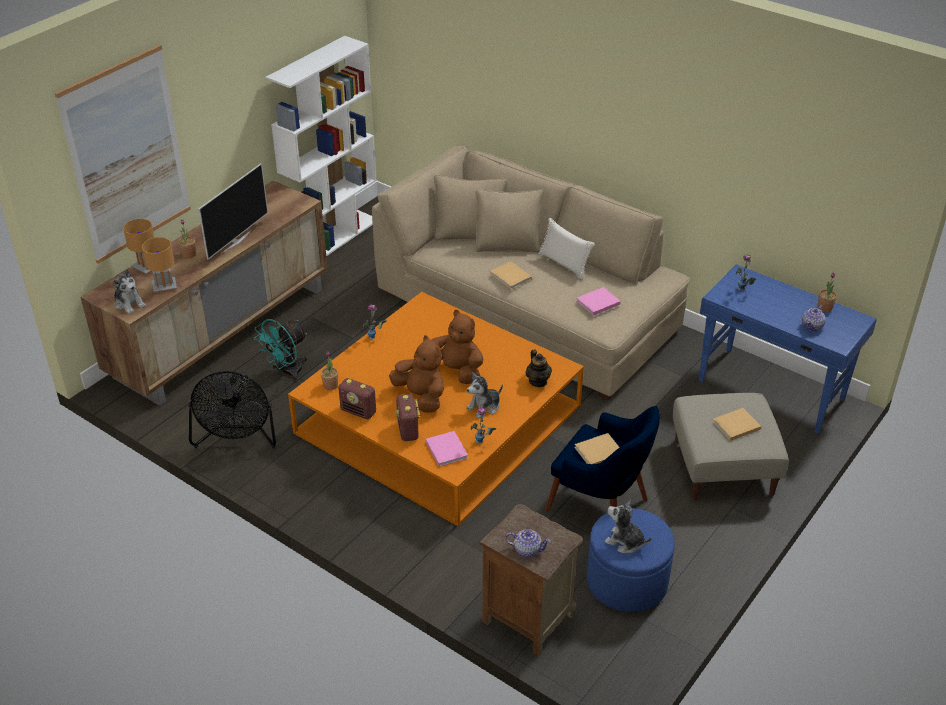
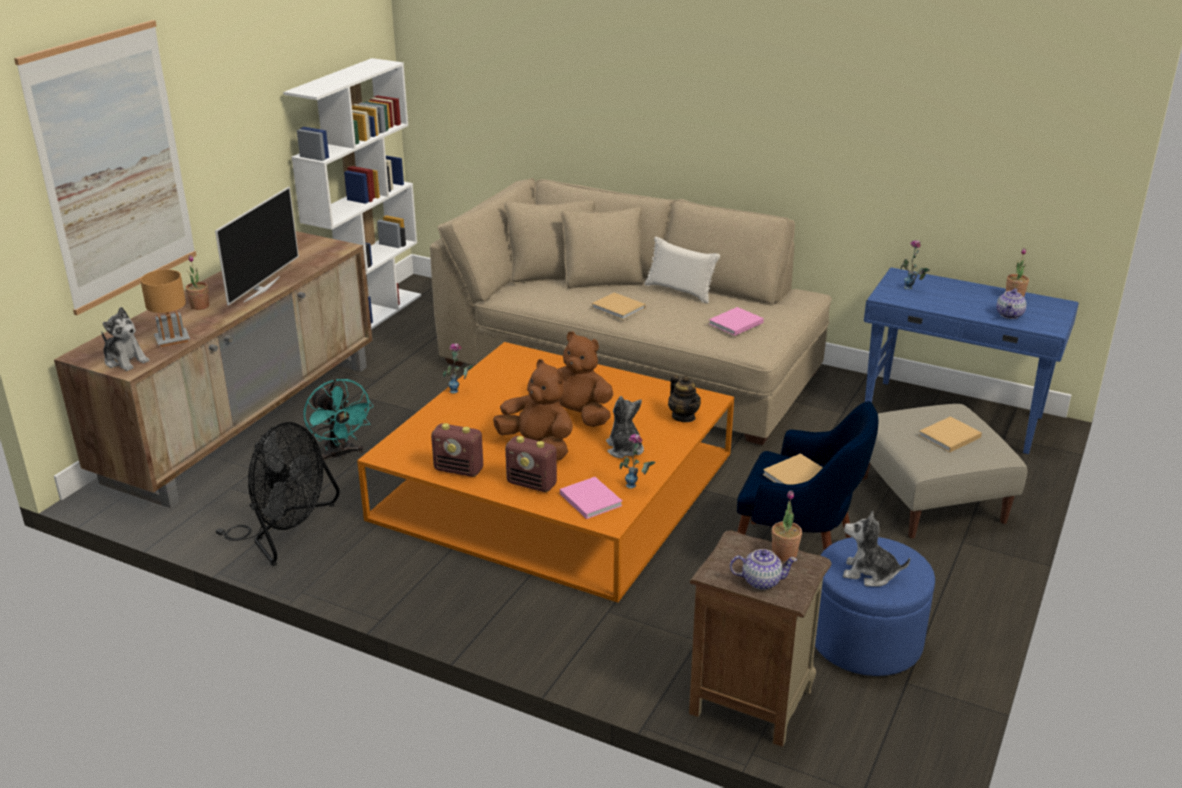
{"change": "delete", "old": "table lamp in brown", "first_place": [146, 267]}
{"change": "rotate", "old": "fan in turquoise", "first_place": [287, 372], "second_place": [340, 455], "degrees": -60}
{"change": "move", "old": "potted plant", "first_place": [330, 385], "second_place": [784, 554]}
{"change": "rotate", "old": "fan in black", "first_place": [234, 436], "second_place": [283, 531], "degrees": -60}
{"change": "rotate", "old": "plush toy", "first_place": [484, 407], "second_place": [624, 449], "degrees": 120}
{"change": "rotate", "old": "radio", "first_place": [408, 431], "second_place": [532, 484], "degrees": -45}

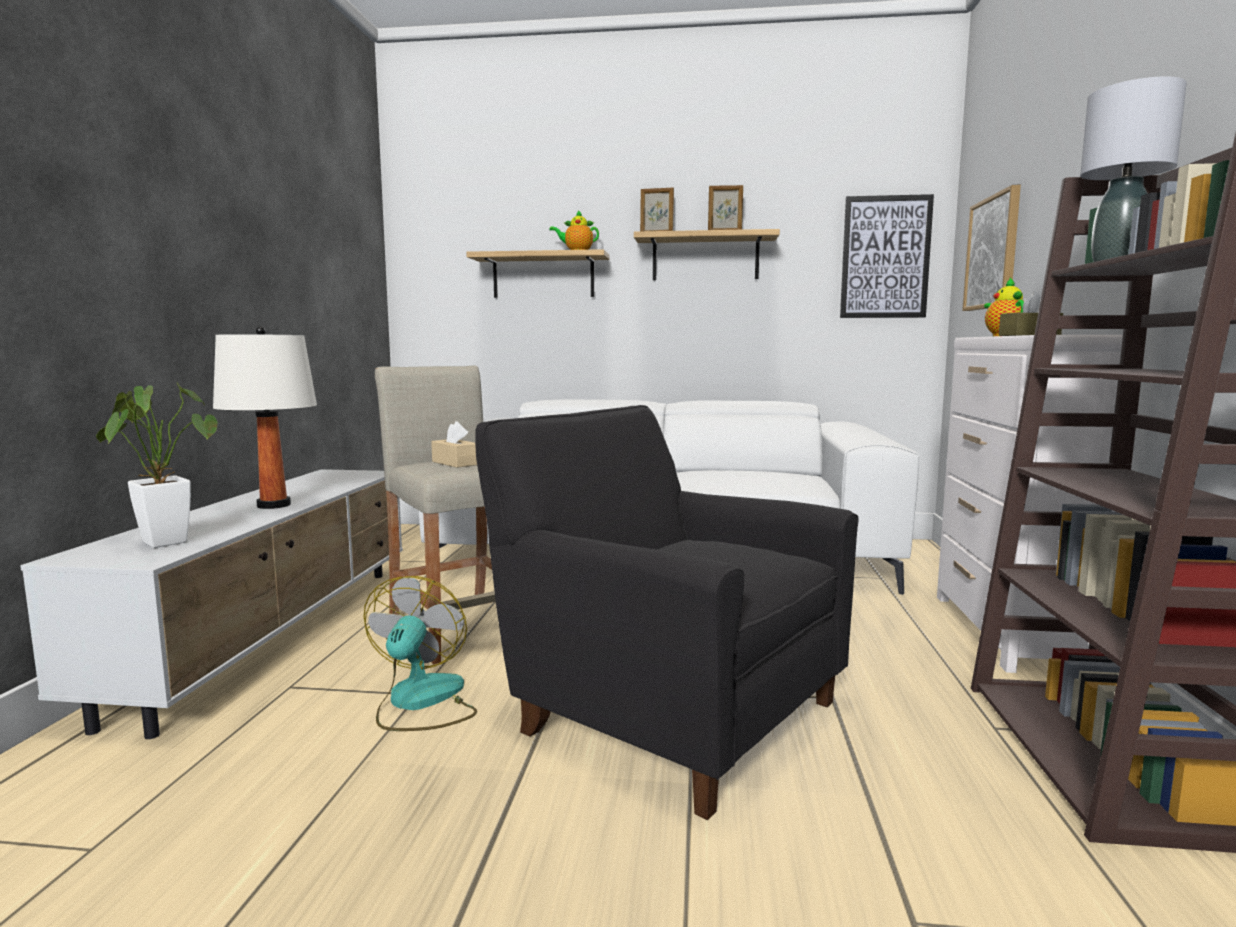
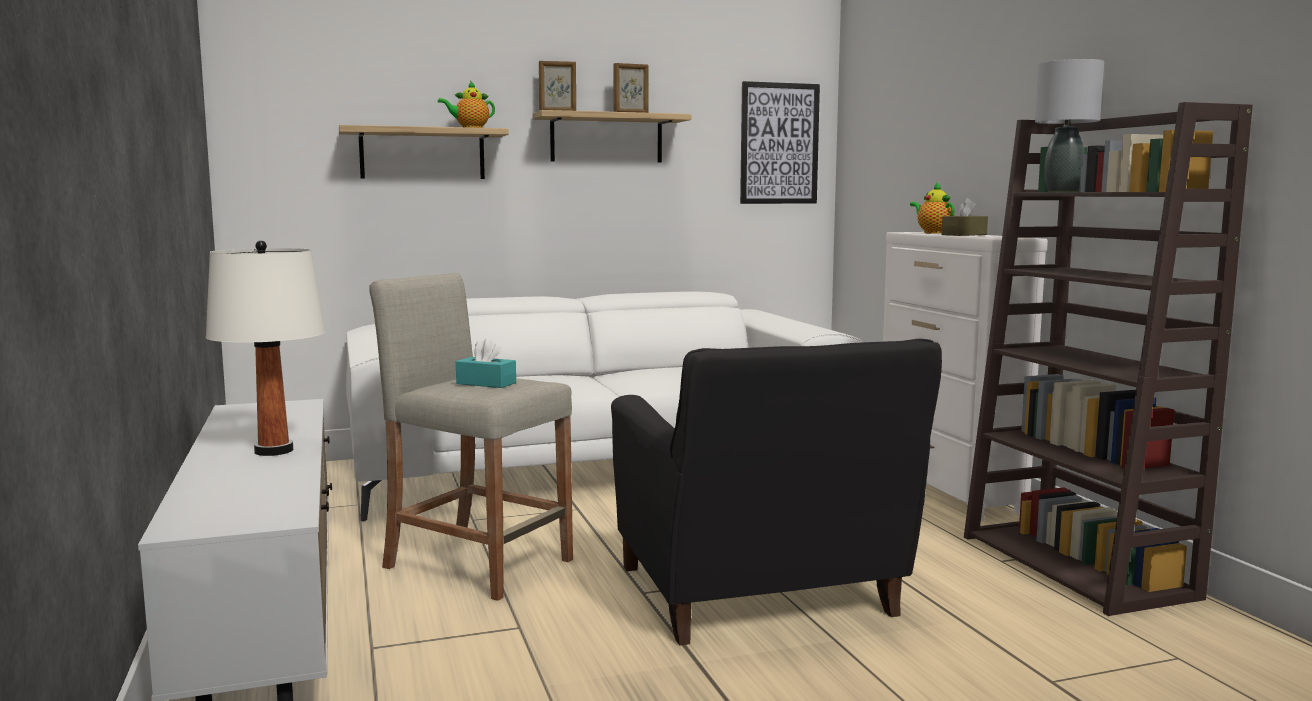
{"change": "delete", "old": "picture", "first_place": [993, 253]}
{"change": "delete", "old": "potted plant", "first_place": [162, 541]}
{"change": "rotate", "old": "armchair in black", "first_place": [666, 712], "second_place": [761, 596], "degrees": -120}
{"change": "recolor", "old": "tissue box in beige", "new": "tissue box in turquoise", "first_place": [455, 463], "second_place": [486, 383]}
{"change": "delete", "old": "fan", "first_place": [420, 702]}

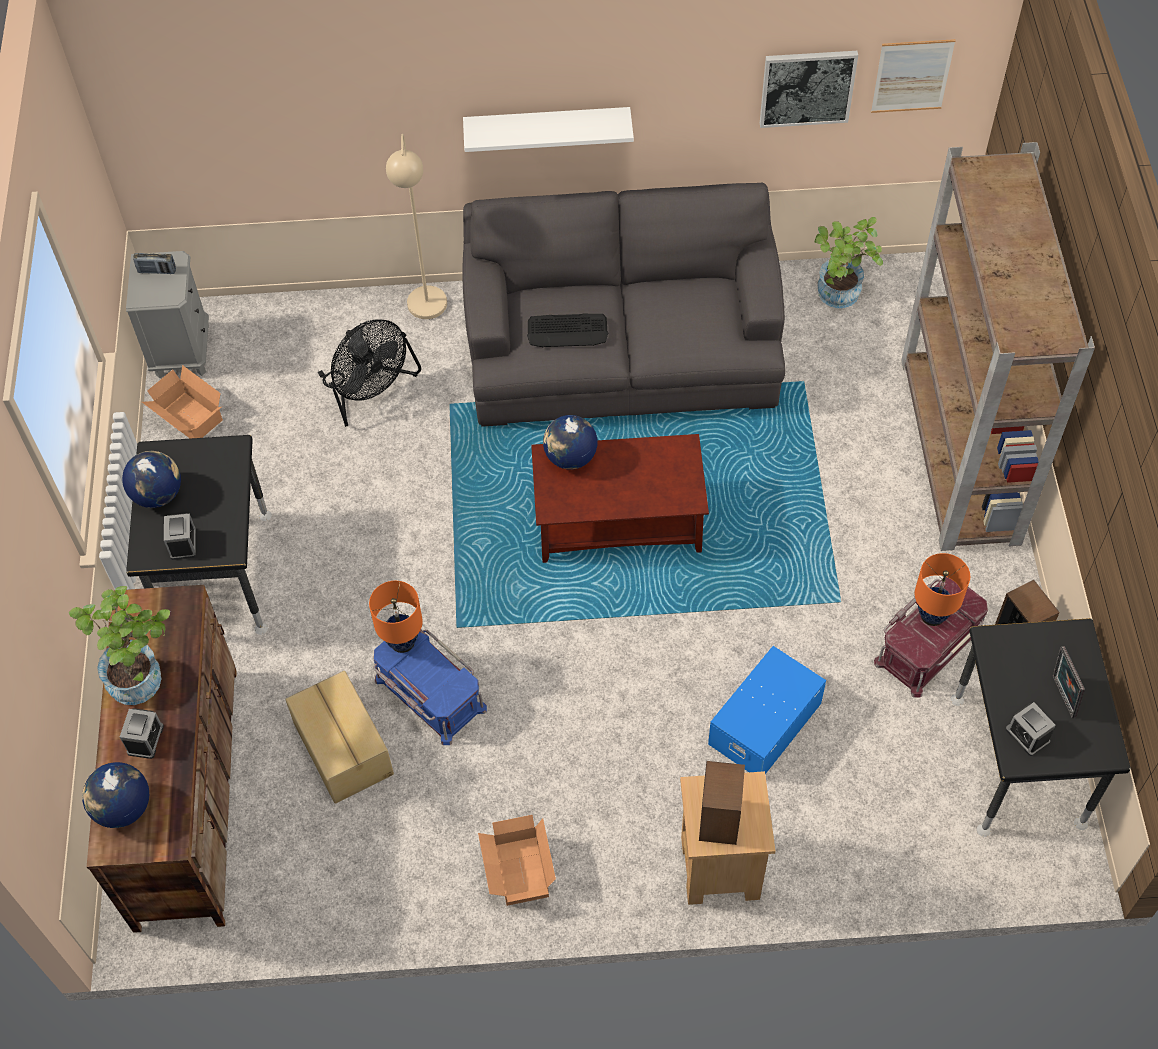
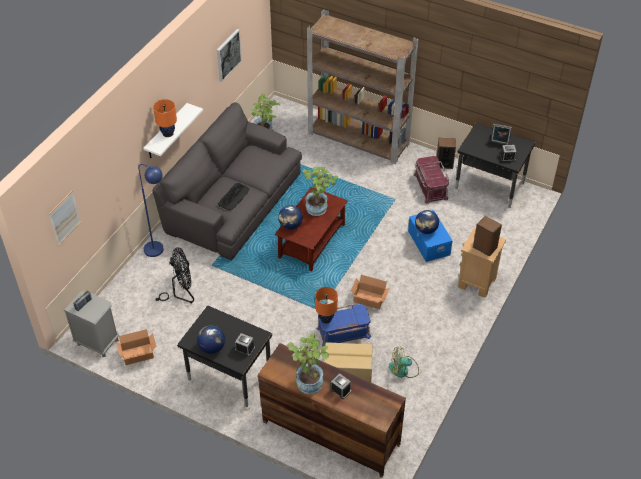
{"change": "move", "old": "picture", "first_place": [912, 76], "second_place": [65, 218]}
{"change": "recolor", "old": "floor lamp in beige", "new": "floor lamp in blue", "first_place": [428, 314], "second_place": [159, 252]}
{"change": "move", "old": "table lamp in orange", "first_place": [932, 615], "second_place": [168, 133]}
{"change": "move", "old": "globe", "first_place": [123, 808], "second_place": [426, 230]}
{"change": "move", "old": "cardboard box", "first_place": [519, 873], "second_place": [369, 300]}
{"change": "insert", "new": "potted plant", "second_place": [319, 207]}
{"change": "insert", "new": "fan", "second_place": [403, 370]}

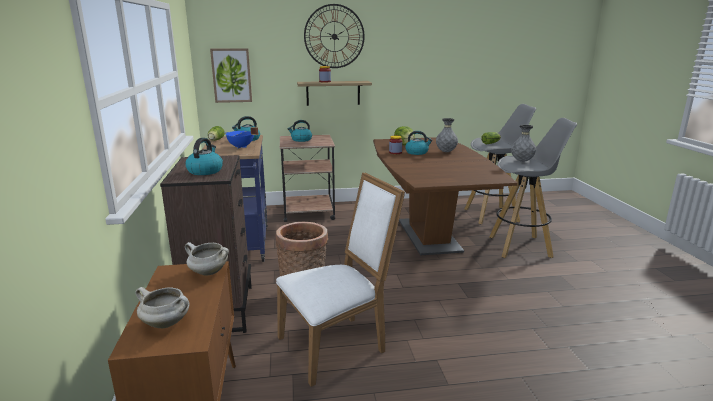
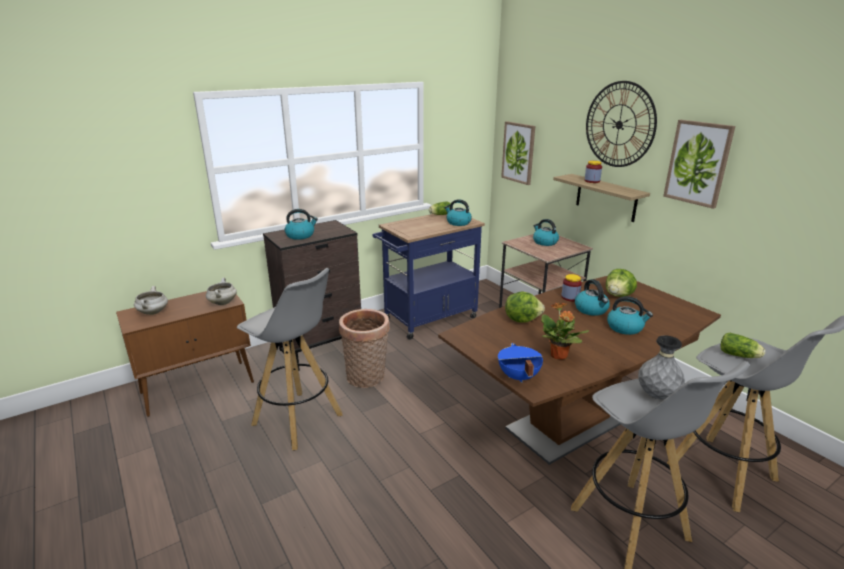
{"change": "replace", "old": "vase in grey", "new": "kettle", "first_place": [446, 152], "second_place": [625, 328]}
{"change": "move", "old": "cooking pot in blue", "first_place": [241, 147], "second_place": [517, 377]}
{"change": "replace", "old": "chair in white", "new": "stool in grey", "first_place": [337, 344], "second_place": [298, 420]}
{"change": "insert", "new": "picture", "second_place": [698, 163]}
{"change": "insert", "new": "lettuce", "second_place": [522, 319]}
{"change": "insert", "new": "potted plant", "second_place": [558, 356]}

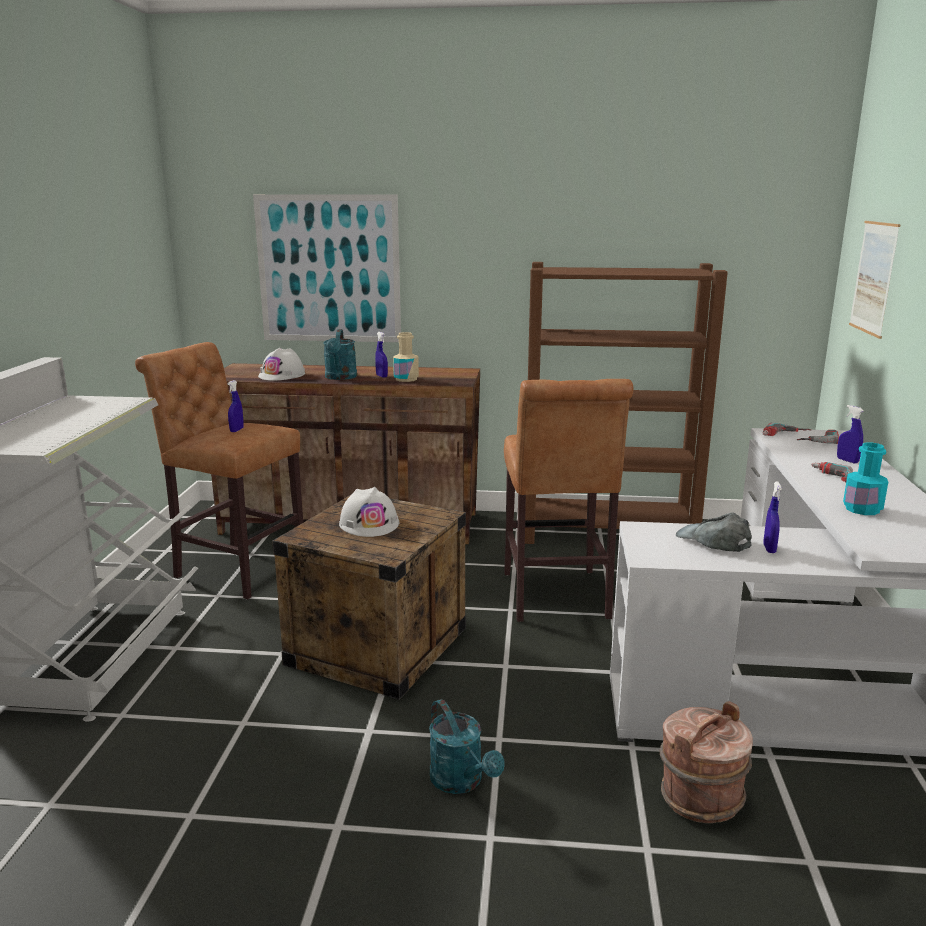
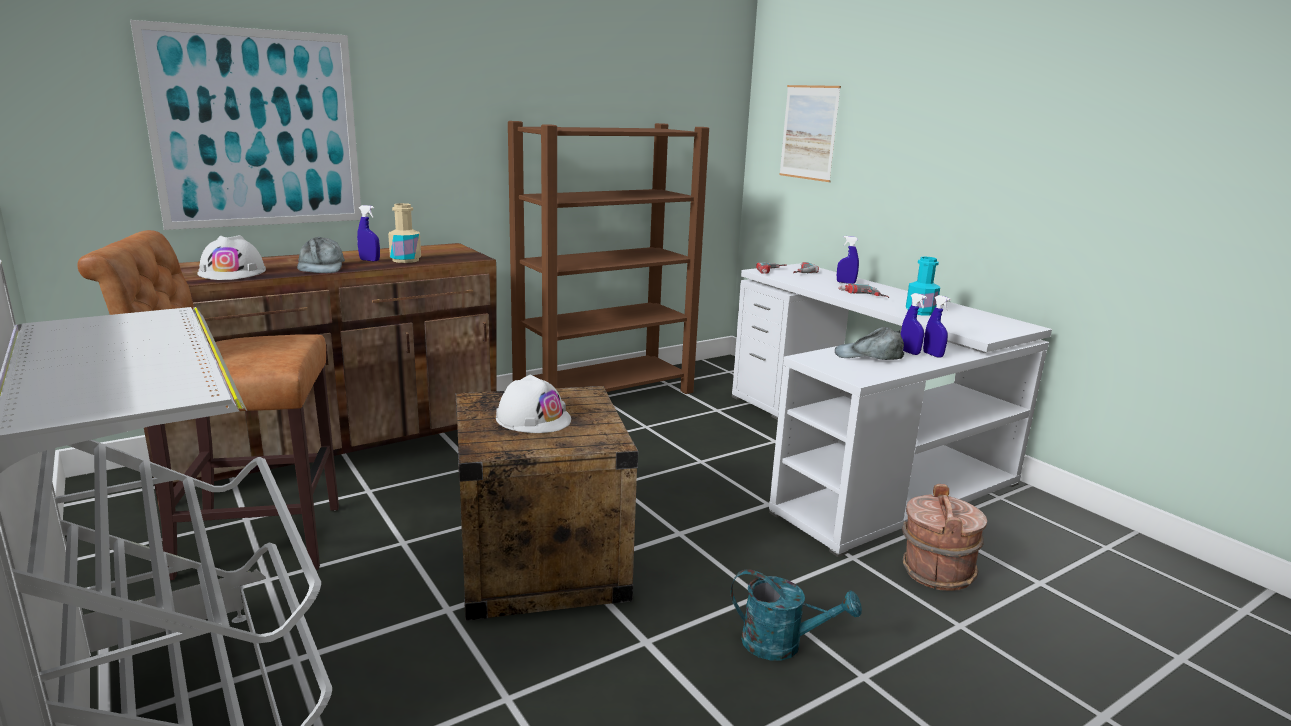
{"change": "replace", "old": "watering can in turquoise", "new": "cap in grey", "first_place": [340, 377], "second_place": [321, 267]}
{"change": "delete", "old": "stool in brown", "first_place": [556, 599]}
{"change": "move", "old": "spray bottle in blue", "first_place": [237, 430], "second_place": [933, 355]}

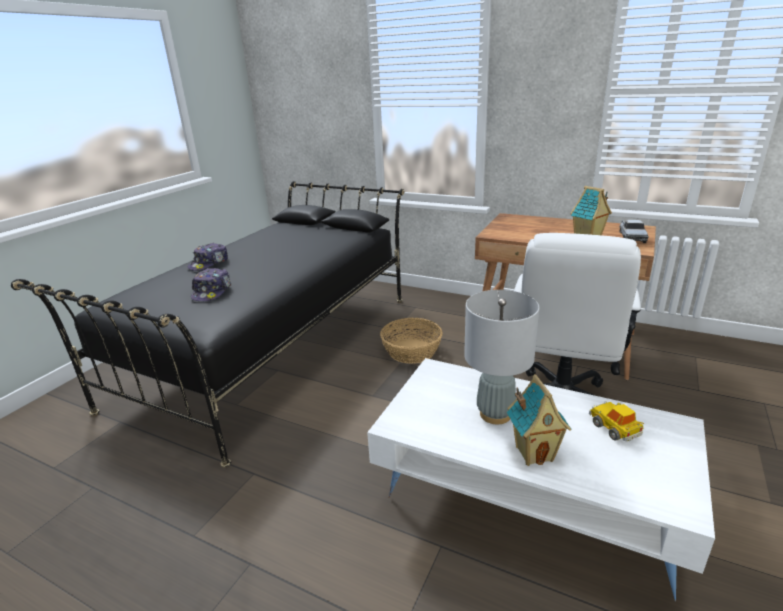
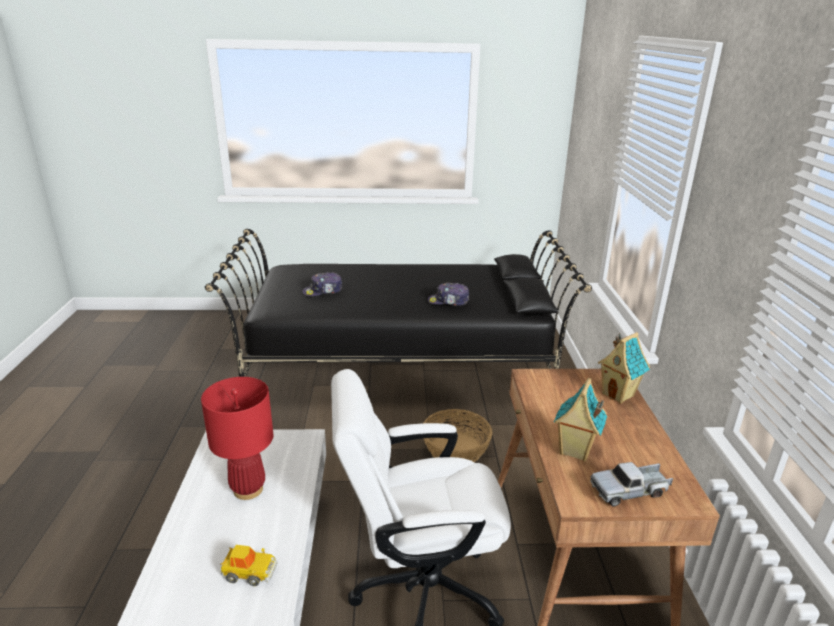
{"change": "move", "old": "cap", "first_place": [209, 263], "second_place": [448, 301]}
{"change": "recolor", "old": "table lamp in grey", "new": "table lamp in red", "first_place": [495, 414], "second_place": [248, 489]}
{"change": "move", "old": "toy house", "first_place": [534, 453], "second_place": [618, 395]}
{"change": "rotate", "old": "toy car", "first_place": [614, 428], "second_place": [249, 572], "degrees": 60}

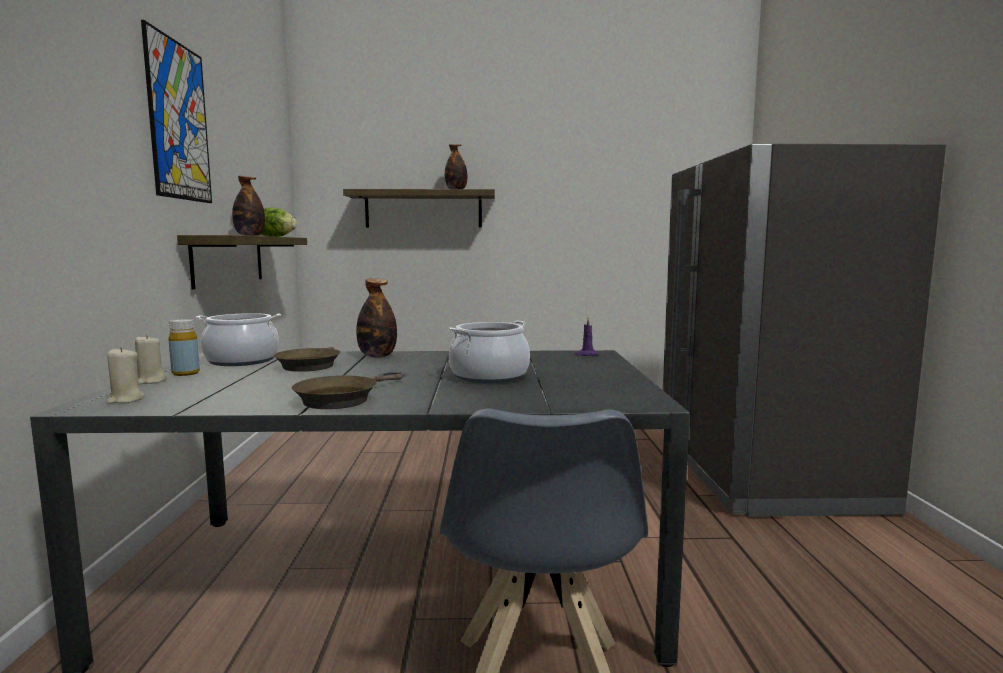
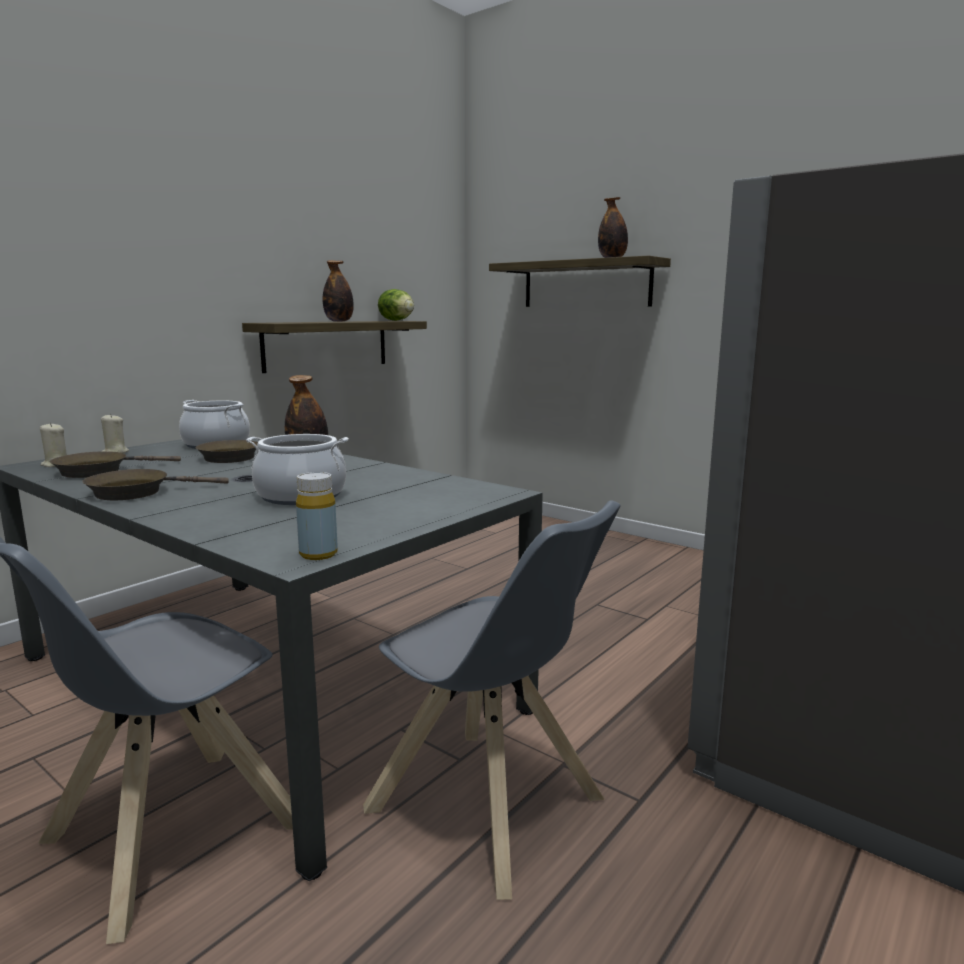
{"change": "delete", "old": "picture", "first_place": [178, 121]}
{"change": "delete", "old": "candle in purple", "first_place": [586, 354]}
{"change": "move", "old": "bottle in yellow", "first_place": [185, 373], "second_place": [318, 554]}
{"change": "insert", "new": "frying pan in brown", "second_place": [98, 471]}
{"change": "insert", "new": "chair in grey", "second_place": [490, 807]}

